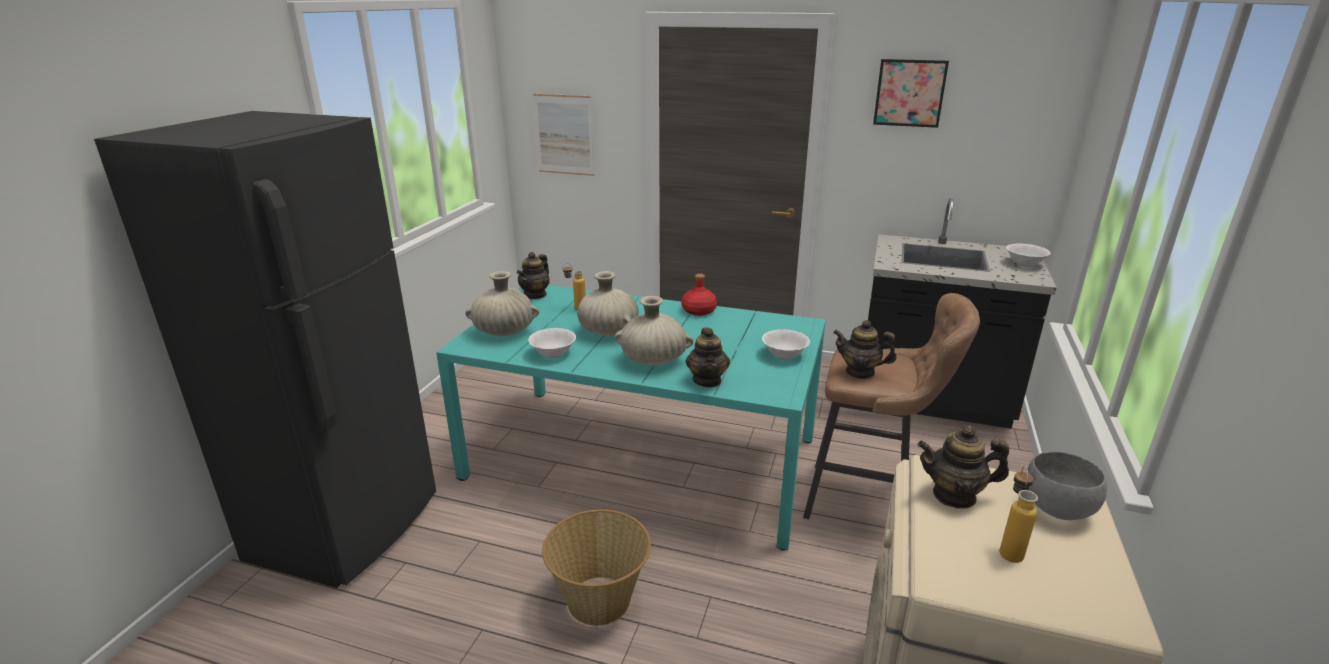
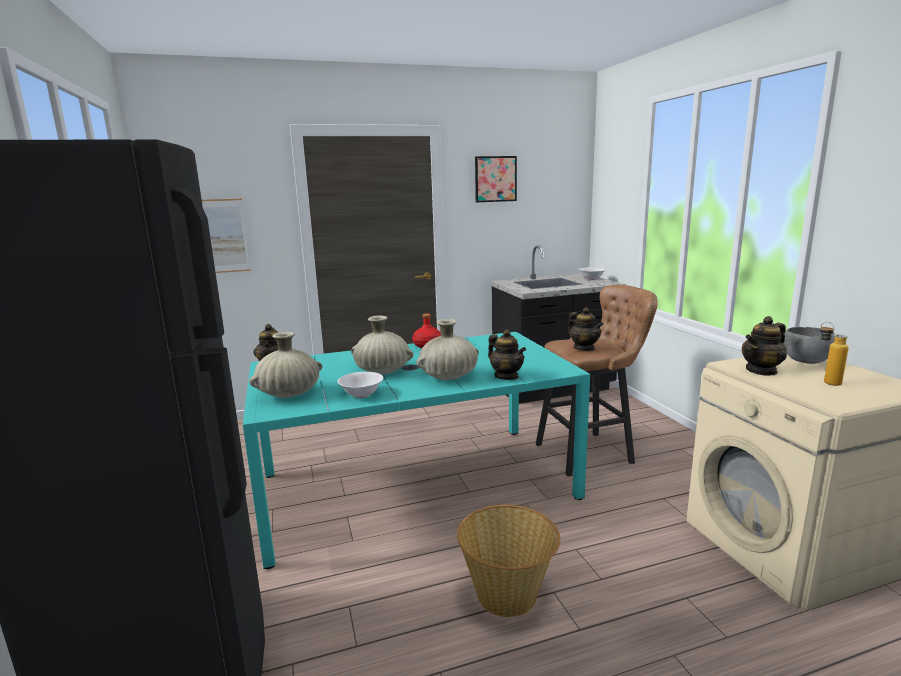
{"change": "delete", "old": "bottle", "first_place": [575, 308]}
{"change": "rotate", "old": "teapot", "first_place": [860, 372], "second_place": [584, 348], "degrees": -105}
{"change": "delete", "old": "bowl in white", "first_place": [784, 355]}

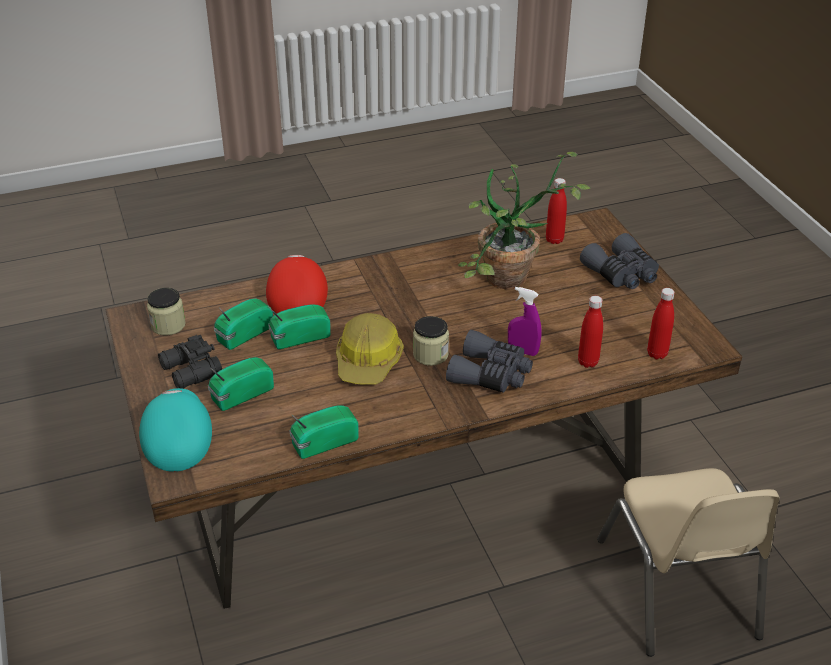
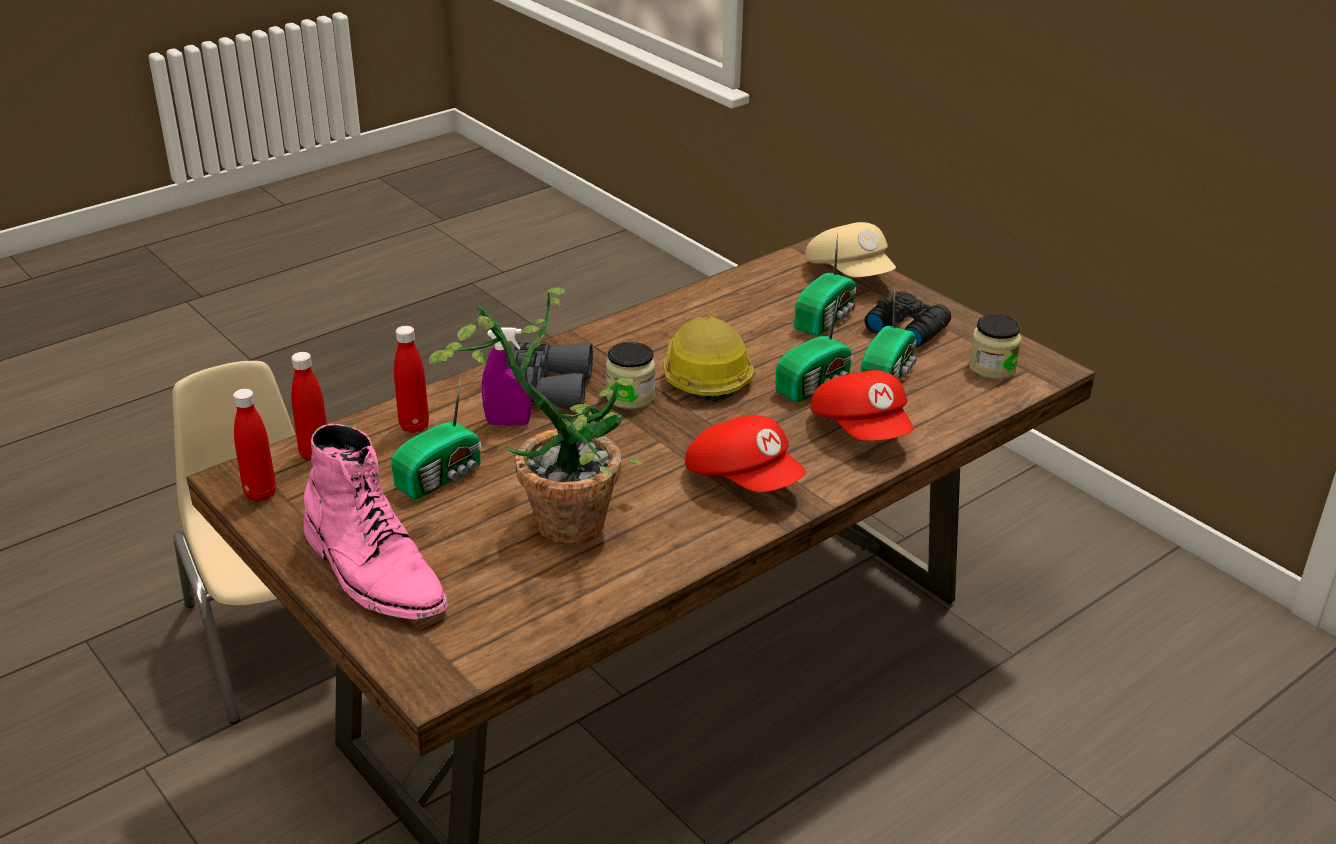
{"change": "move", "old": "bottle in red", "first_place": [554, 240], "second_place": [260, 494]}
{"change": "replace", "old": "binoculars in grey", "new": "boot in pink", "first_place": [622, 274], "second_place": [374, 572]}
{"change": "recolor", "old": "cap in turquoise", "new": "cap in beige", "first_place": [177, 440], "second_place": [850, 274]}
{"change": "move", "old": "radio", "first_place": [322, 442], "second_place": [442, 476]}
{"change": "insert", "new": "cap in red", "second_place": [744, 479]}

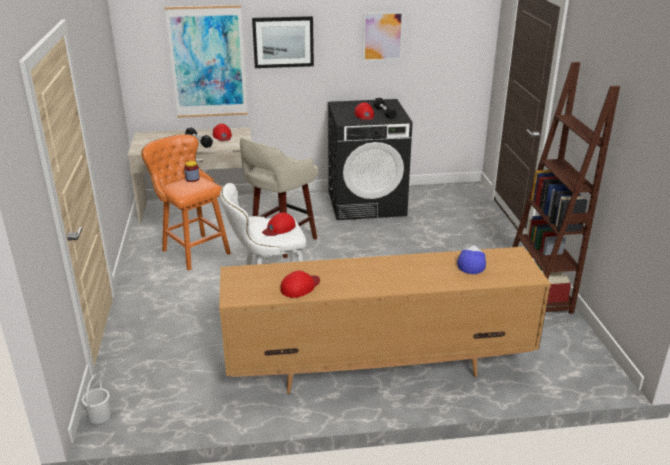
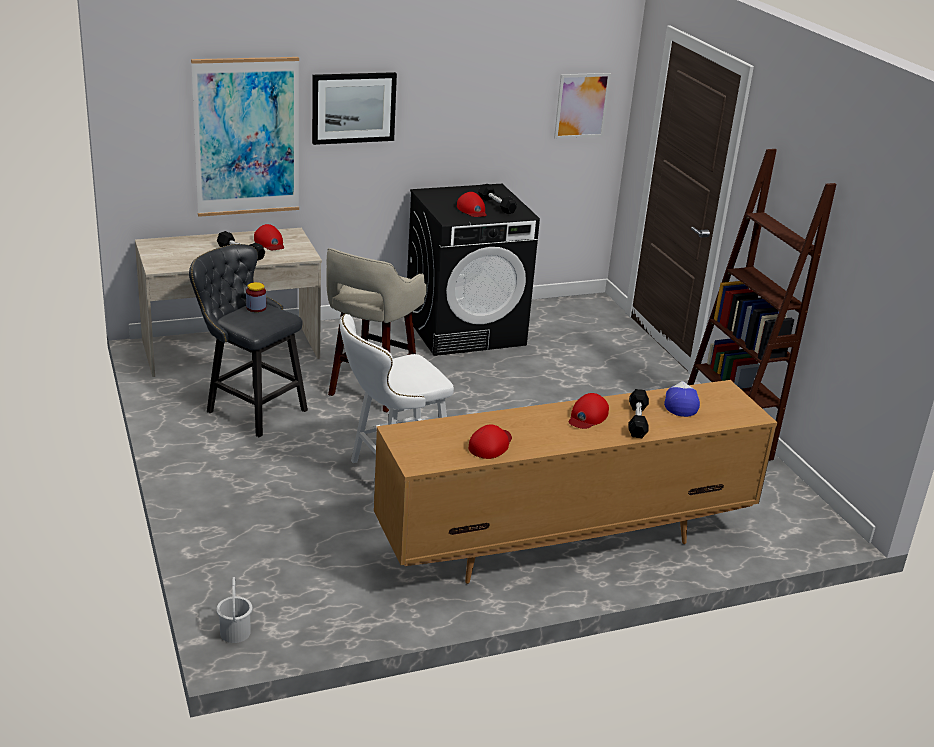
{"change": "move", "old": "picture", "first_place": [382, 36], "second_place": [582, 105]}
{"change": "recolor", "old": "stool in orange", "new": "stool in grey", "first_place": [192, 248], "second_place": [248, 406]}
{"change": "move", "old": "cap in red", "first_place": [279, 228], "second_place": [587, 416]}
{"change": "insert", "new": "dumbbell in black", "second_place": [637, 421]}

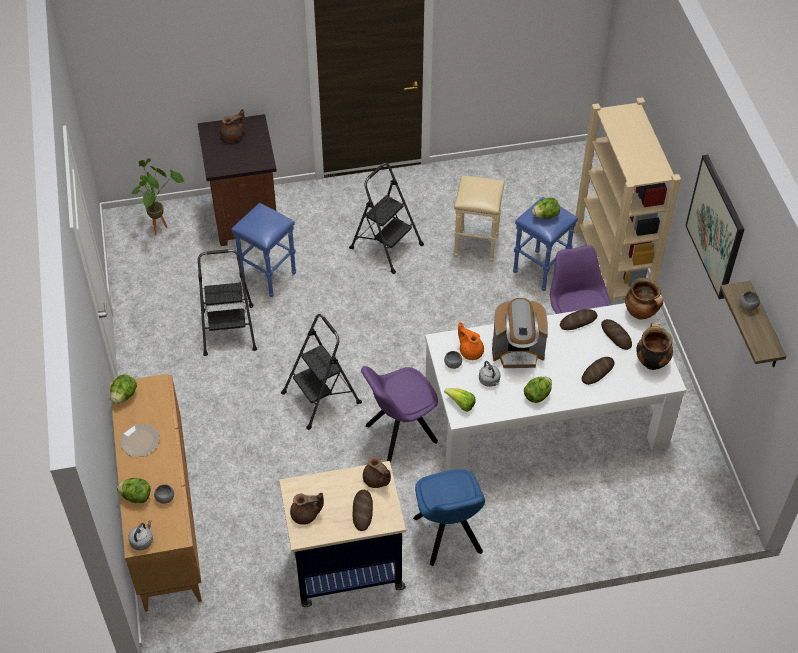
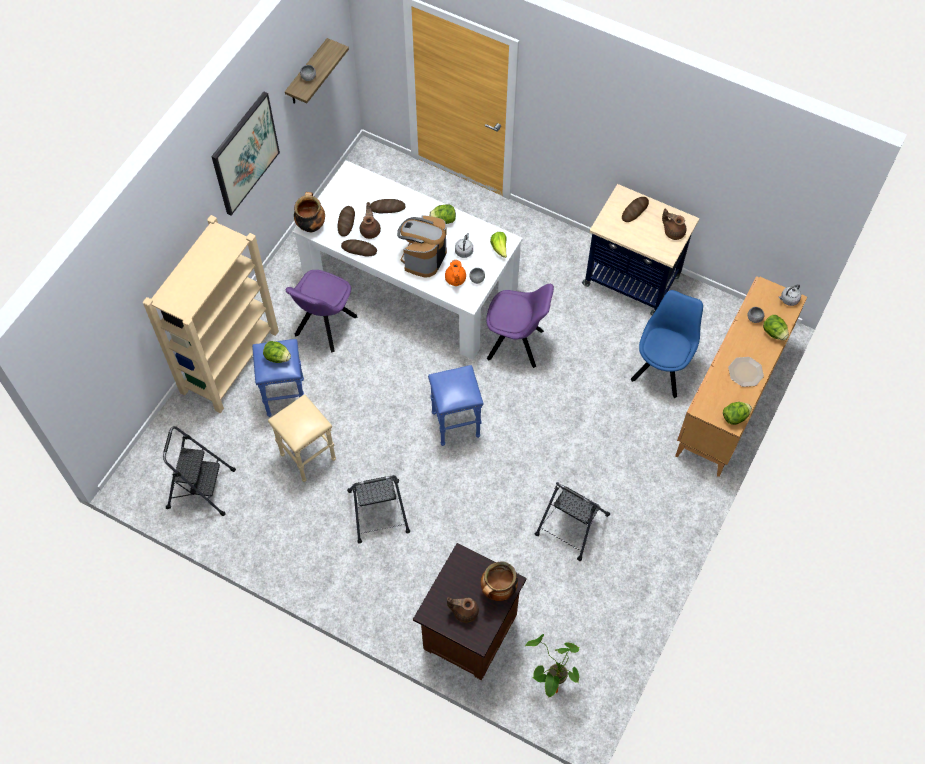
{"change": "move", "old": "stool in blue", "first_place": [270, 276], "second_place": [454, 423]}
{"change": "rotate", "old": "coffee machine", "first_place": [518, 351], "second_place": [423, 257], "degrees": -105}
{"change": "move", "old": "step ladder in black", "first_place": [323, 396], "second_place": [198, 487]}
{"change": "move", "old": "cooking pot", "first_place": [651, 361], "second_place": [498, 590]}
{"change": "move", "old": "teapot in brown", "first_place": [376, 480], "second_place": [370, 230]}
{"change": "move", "old": "chair in blue", "first_place": [448, 535], "second_place": [661, 369]}

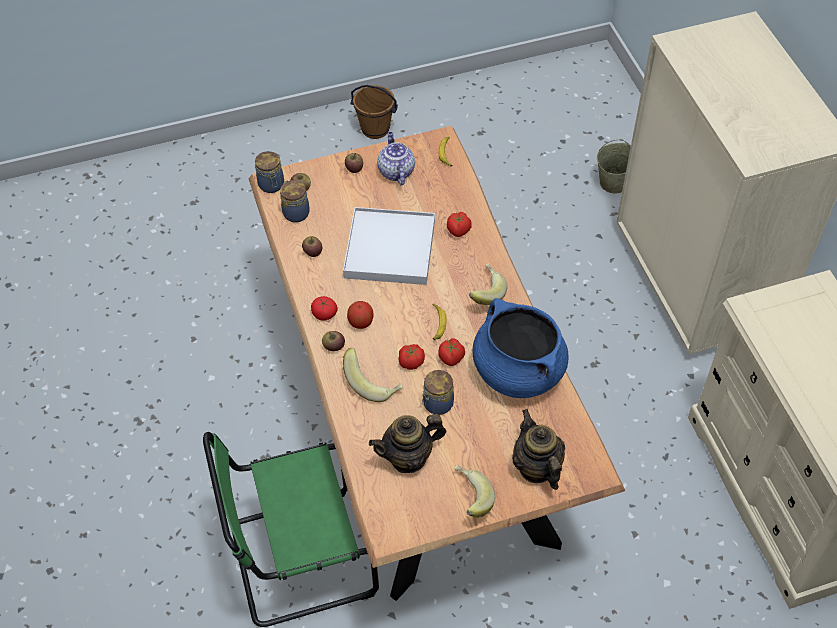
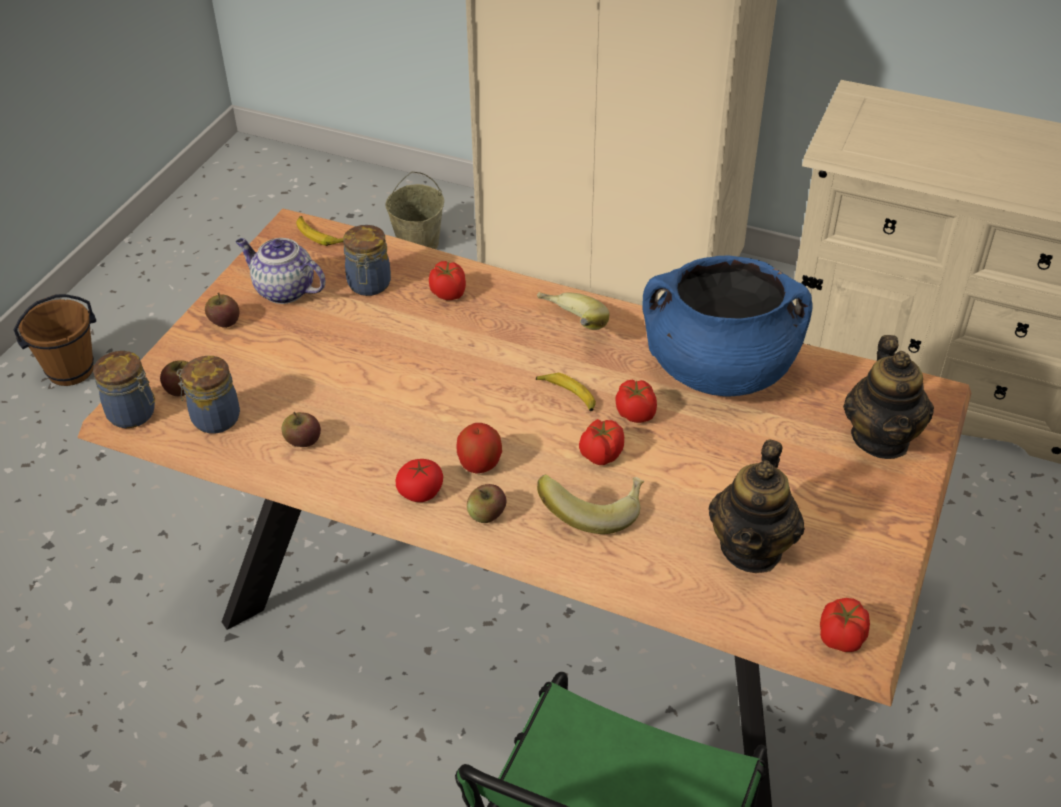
{"change": "delete", "old": "tray in white", "first_place": [389, 249]}
{"change": "move", "old": "jar", "first_place": [437, 404], "second_place": [369, 285]}
{"change": "rotate", "old": "teapot", "first_place": [536, 467], "second_place": [881, 438], "degrees": -105}
{"change": "delete", "old": "banana", "first_place": [469, 498]}
{"change": "insert", "new": "tomato", "second_place": [840, 638]}

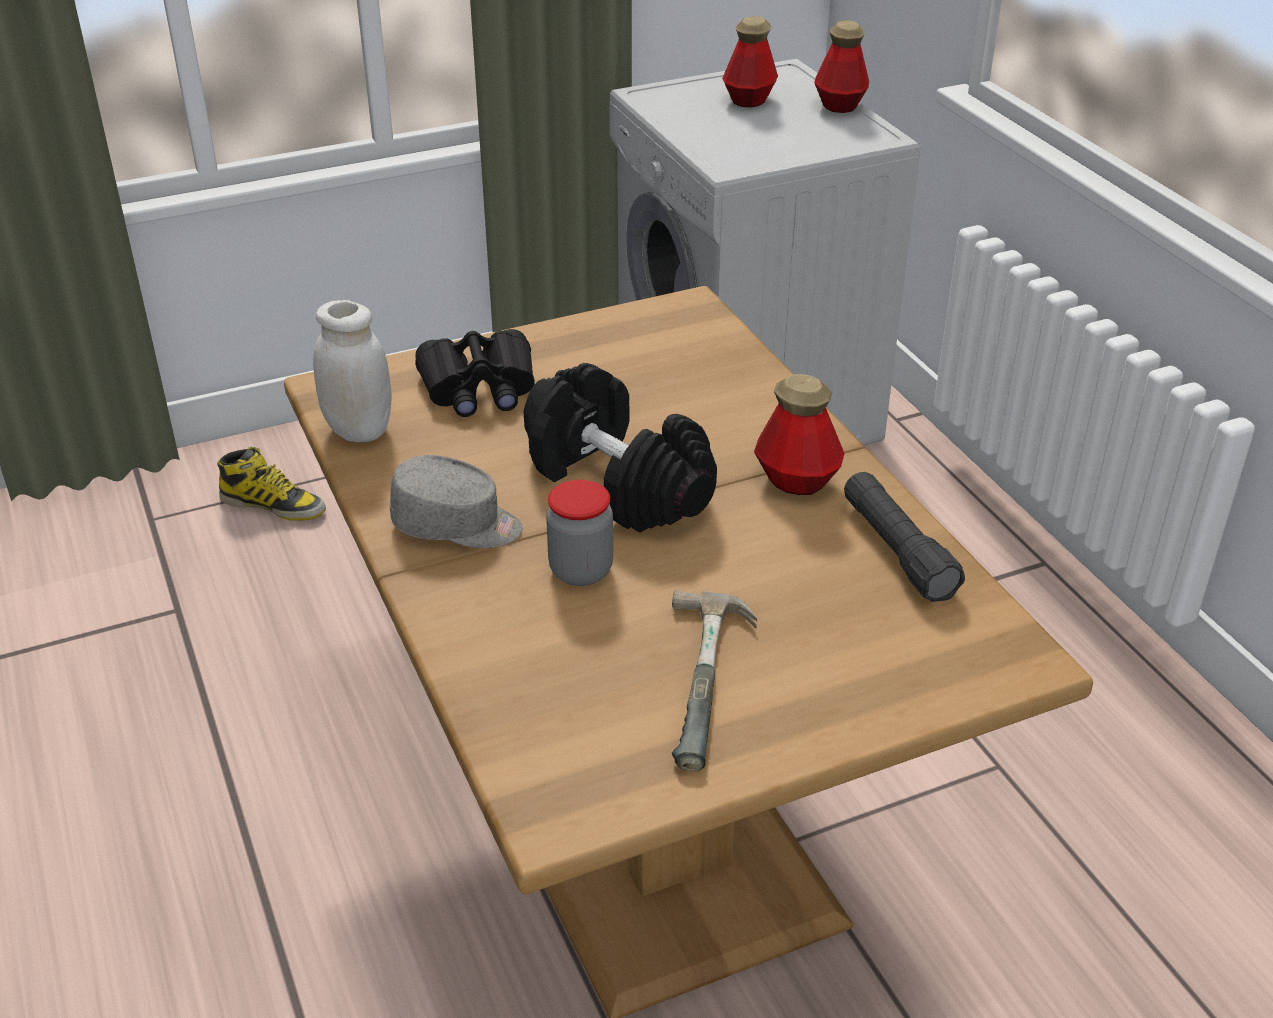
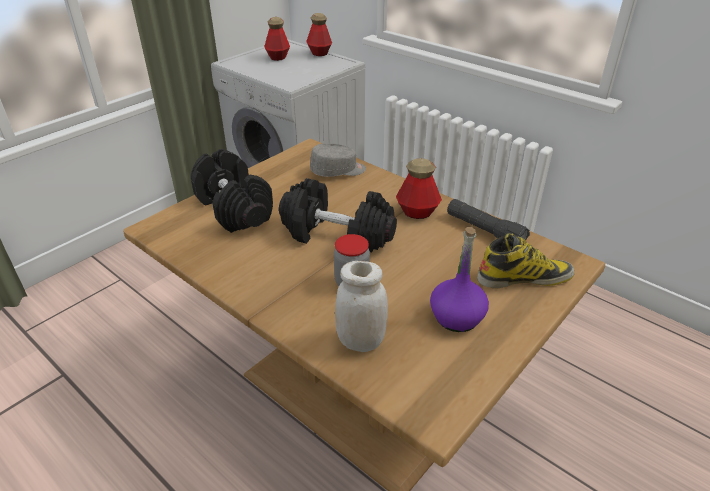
{"change": "move", "old": "jar in white", "first_place": [359, 430], "second_place": [360, 341]}
{"change": "replace", "old": "binoculars in black", "new": "dumbbell in black", "first_place": [479, 388], "second_place": [235, 208]}
{"change": "move", "old": "boot", "first_place": [274, 505], "second_place": [524, 277]}
{"change": "move", "old": "cap in grey", "first_place": [457, 525], "second_place": [338, 171]}
{"change": "replace", "old": "hammer", "new": "bottle in purple", "first_place": [715, 682], "second_place": [457, 317]}

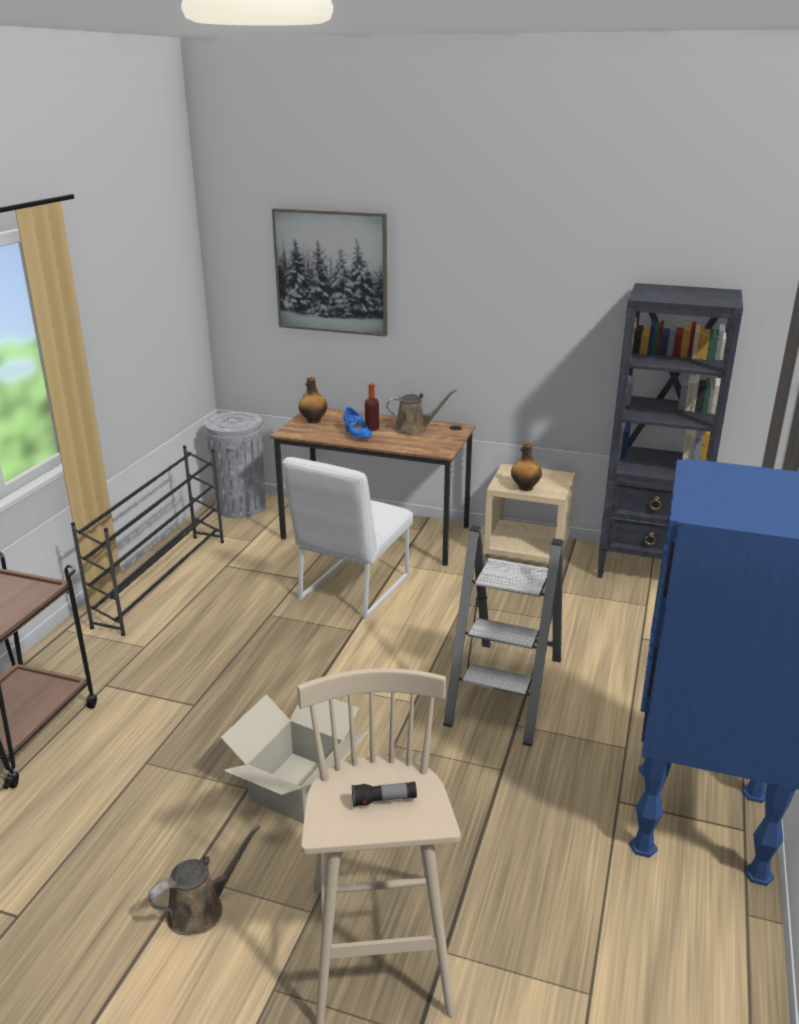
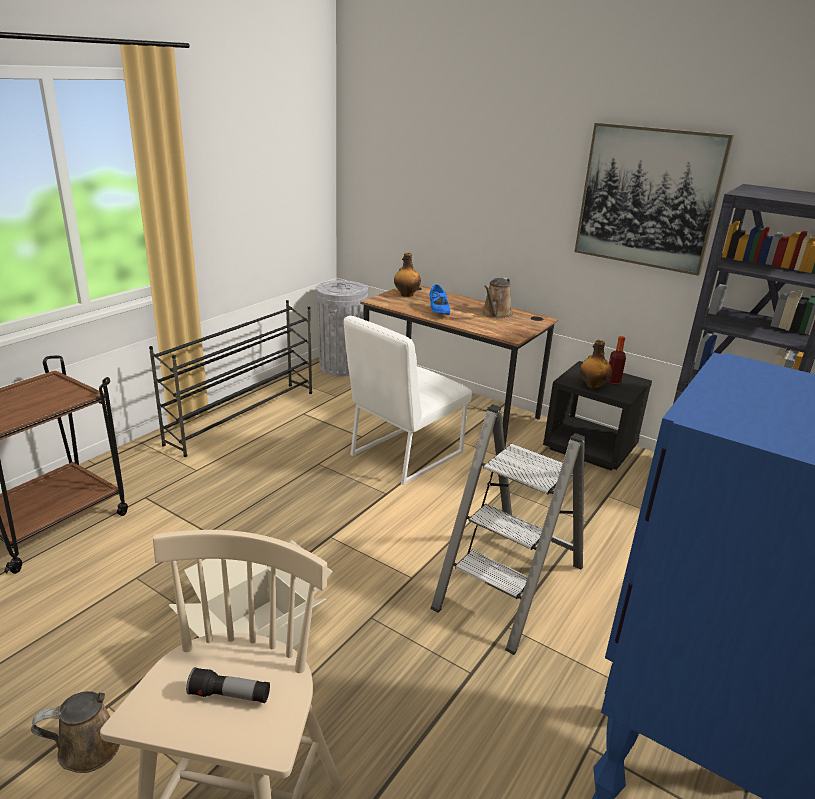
{"change": "move", "old": "picture", "first_place": [331, 272], "second_place": [648, 198]}
{"change": "move", "old": "bottle", "first_place": [372, 428], "second_place": [613, 381]}
{"change": "rotate", "old": "watering can in brown", "first_place": [414, 429], "second_place": [496, 314], "degrees": 105}
{"change": "recolor", "old": "nightstand in beige", "new": "nightstand in black", "first_place": [527, 548], "second_place": [590, 448]}

